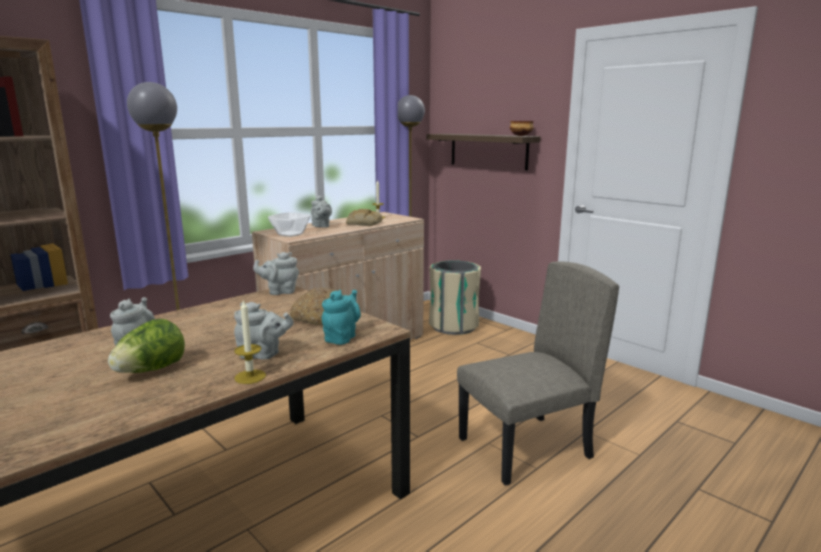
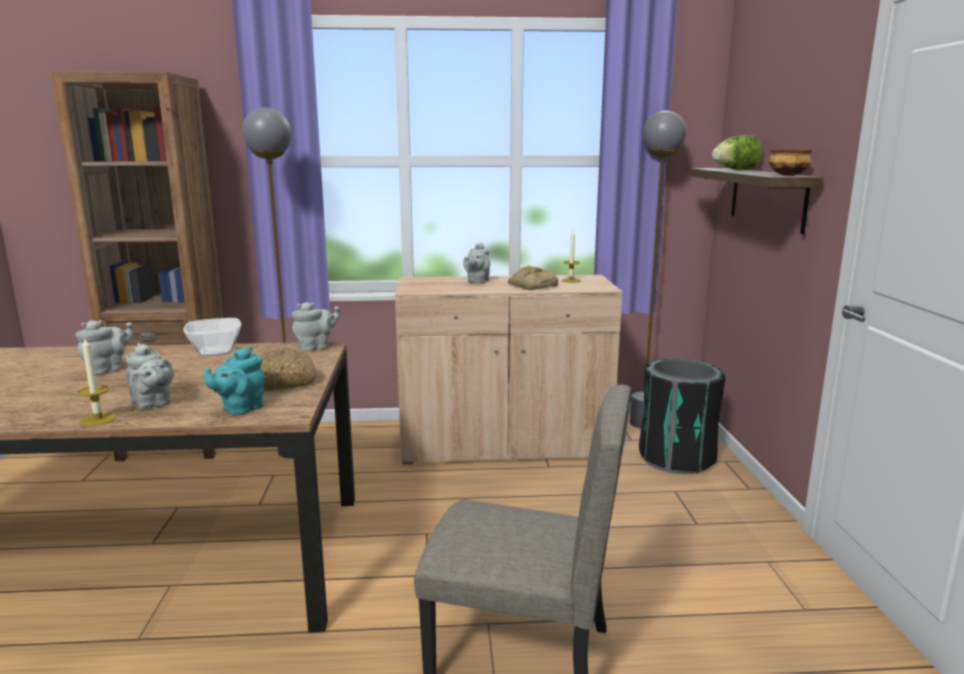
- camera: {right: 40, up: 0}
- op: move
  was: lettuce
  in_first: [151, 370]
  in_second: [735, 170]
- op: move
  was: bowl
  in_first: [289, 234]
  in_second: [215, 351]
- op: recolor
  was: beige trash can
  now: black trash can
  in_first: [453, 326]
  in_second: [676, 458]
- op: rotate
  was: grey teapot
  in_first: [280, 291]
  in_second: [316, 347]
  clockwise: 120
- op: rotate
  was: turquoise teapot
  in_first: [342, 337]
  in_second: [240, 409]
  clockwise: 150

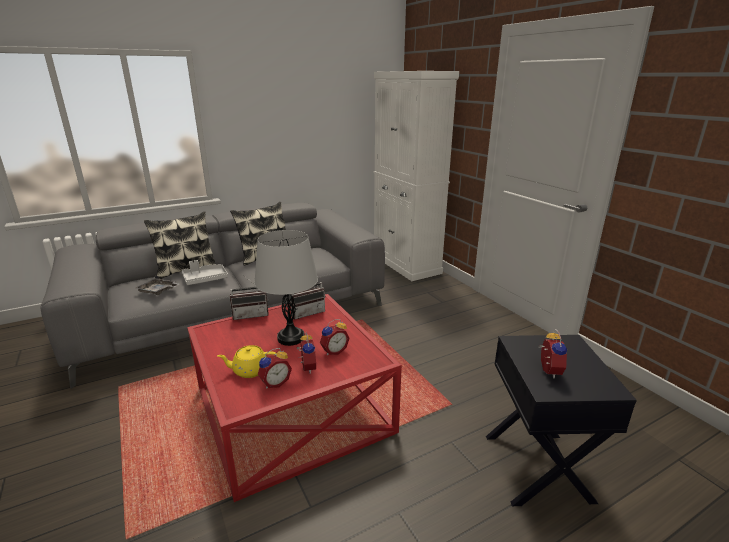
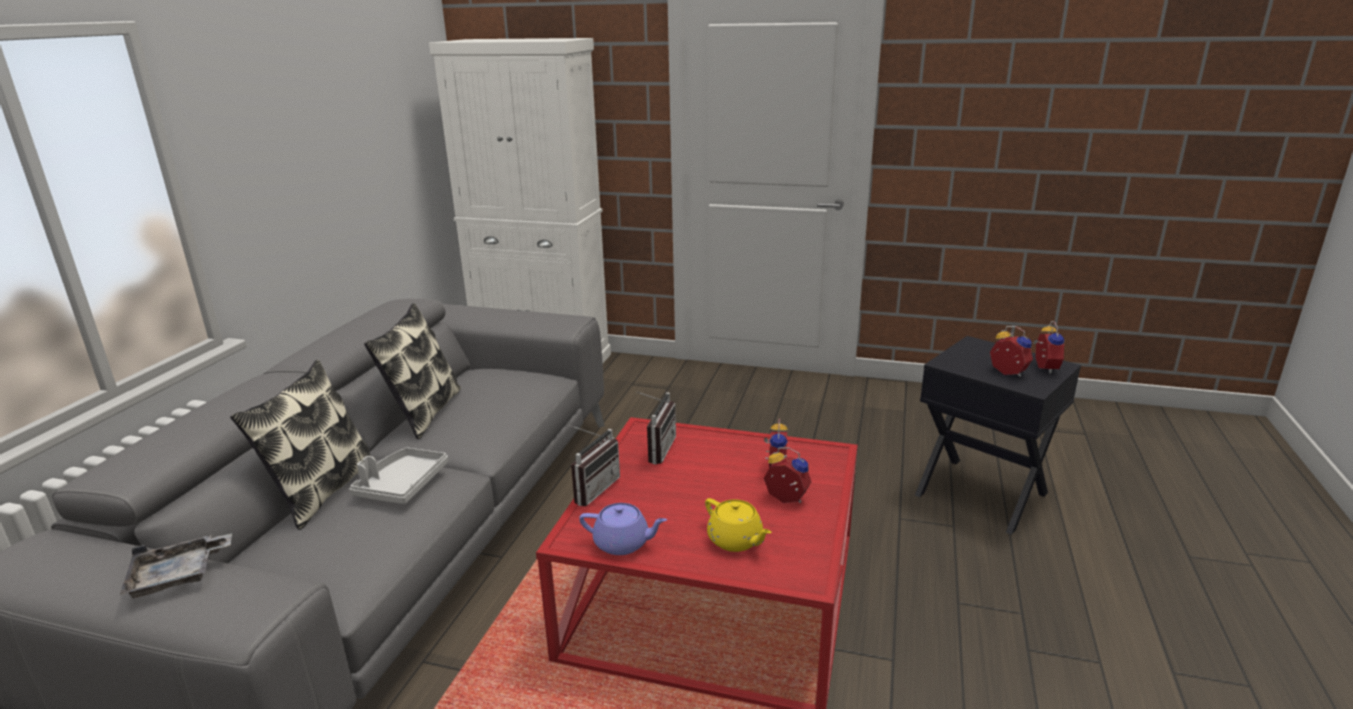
- camera: {right: -45, up: 0}
- op: delete
  was: grey table lamp
  in_first: [291, 338]
- op: insert
  now: purple teapot
  in_second: [623, 543]
- op: move
  was: grey tray
  in_first: [158, 291]
  in_second: [178, 576]
- op: move
  was: alarm clock
  in_first: [275, 383]
  in_second: [1043, 368]
- op: rotate
  was: yellow teapot
  in_first: [249, 370]
  in_second: [736, 540]
  clockwise: -75

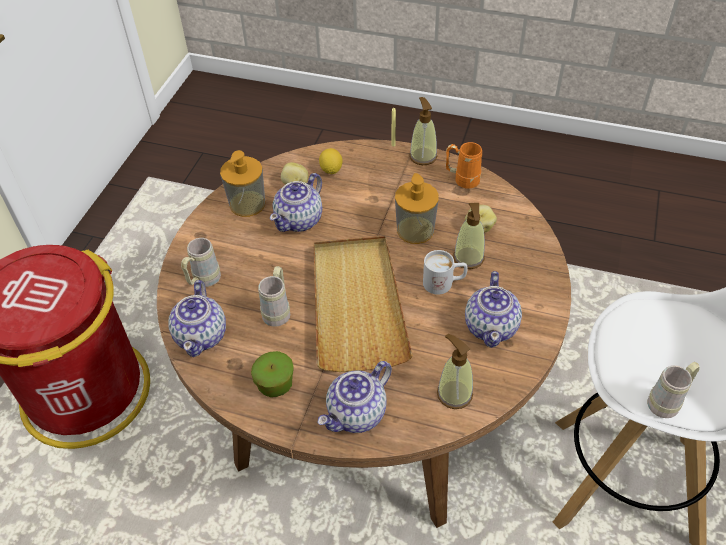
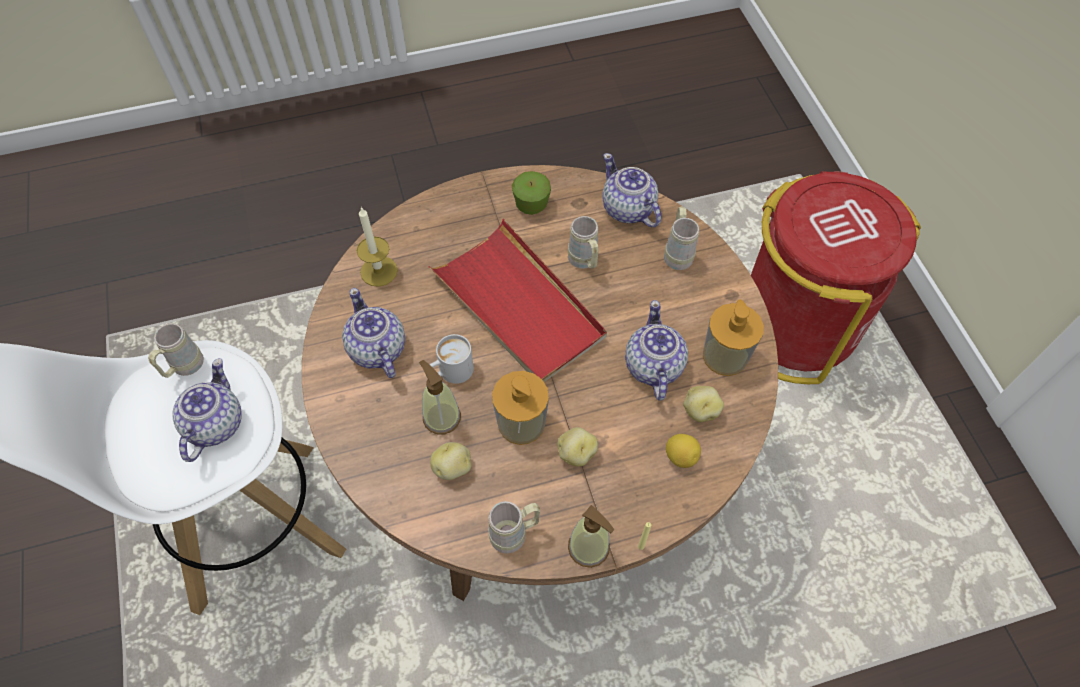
- camera: {right: 145, up: 10}
- op: insert
  now: potato
  in_second: [576, 453]
- op: move
  was: teapot
  in_first: [357, 414]
  in_second: [214, 423]
- op: replace
  was: soap dispenser
  now: candle
  in_first: [454, 394]
  in_second: [379, 271]
- op: recolor
  was: beige tray
  now: red tray
  in_first: [357, 304]
  in_second: [519, 305]
- op: recolor
  was: orange mug
  now: beige mug
  in_first: [462, 179]
  in_second: [515, 534]

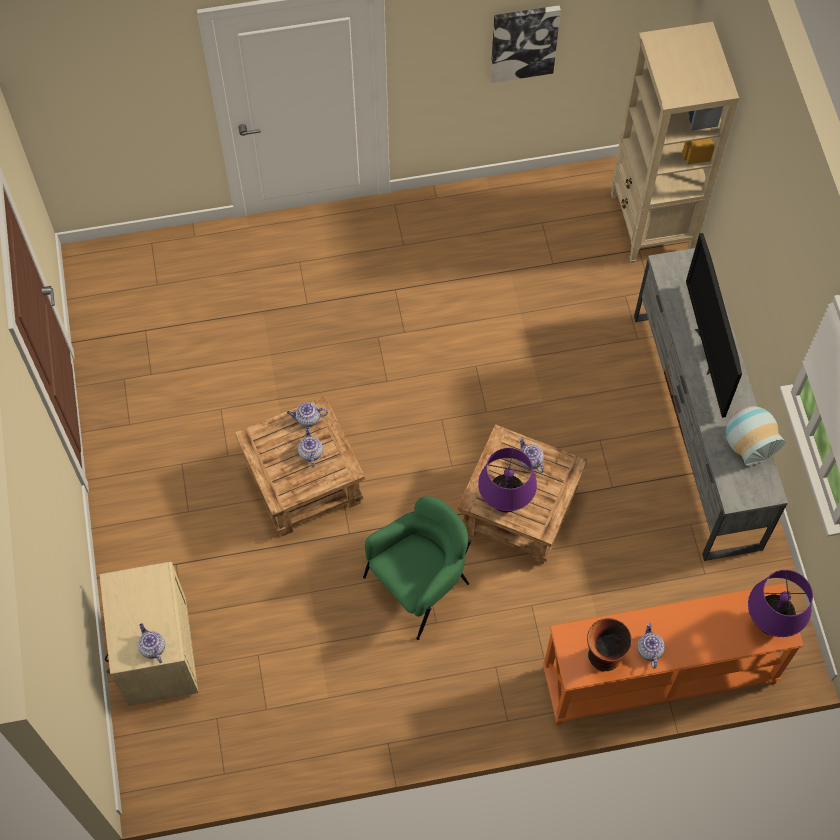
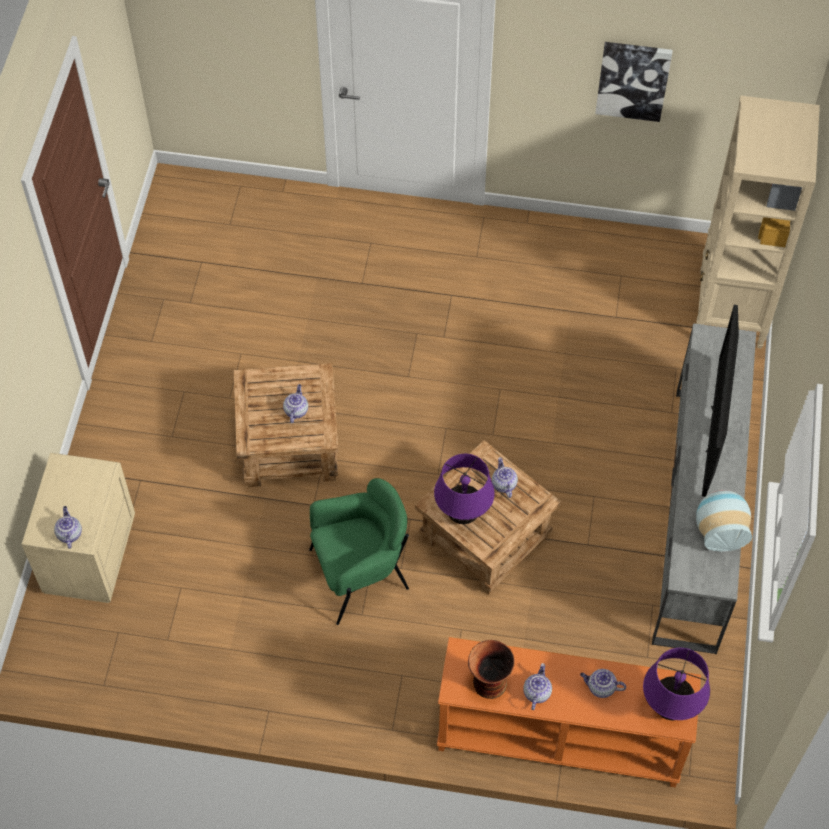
- camera: {right: 20, up: -5}
- op: move
  was: teapot
  in_first: [307, 419]
  in_second: [600, 687]

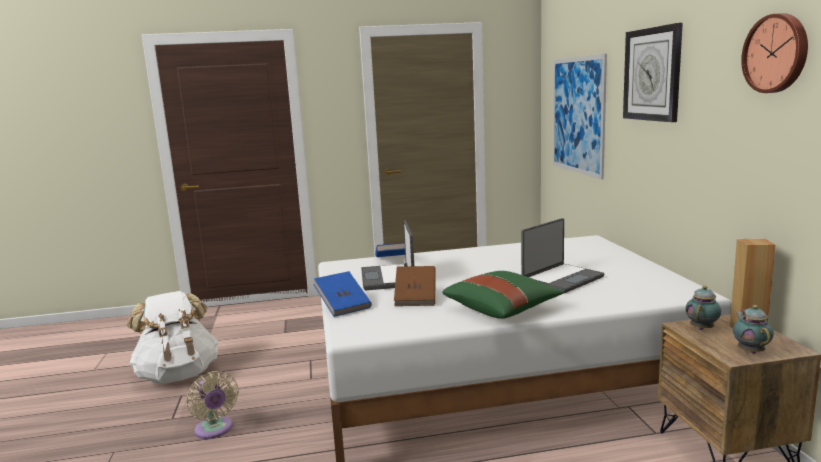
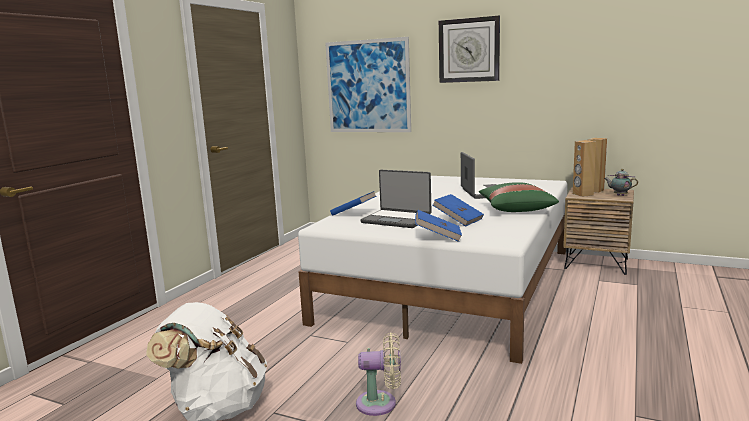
- camera: {right: -55, up: 0}
- op: delete
  was: wall clock
  in_first: [776, 53]
- op: replace
  was: teapot
  now: brown speaker
  in_first: [702, 328]
  in_second: [582, 194]
- op: recolor
  was: brown book
  now: blue book
  in_first: [416, 298]
  in_second: [458, 220]

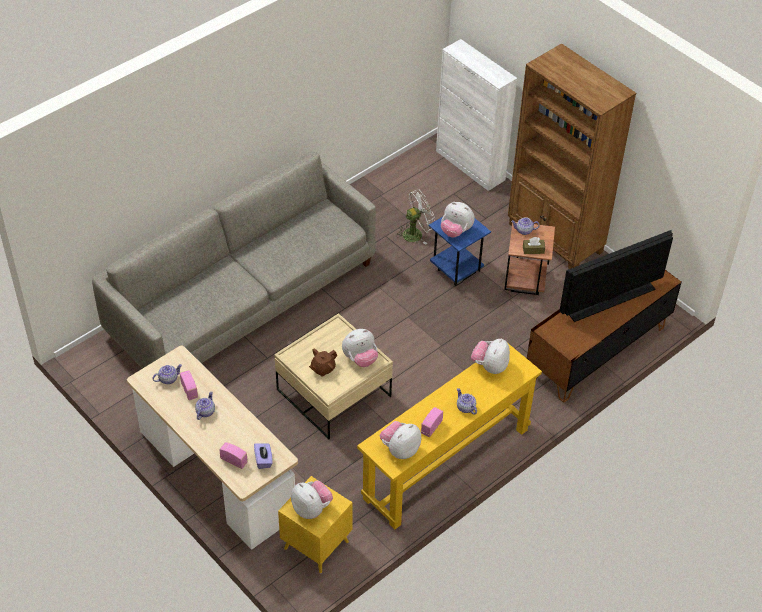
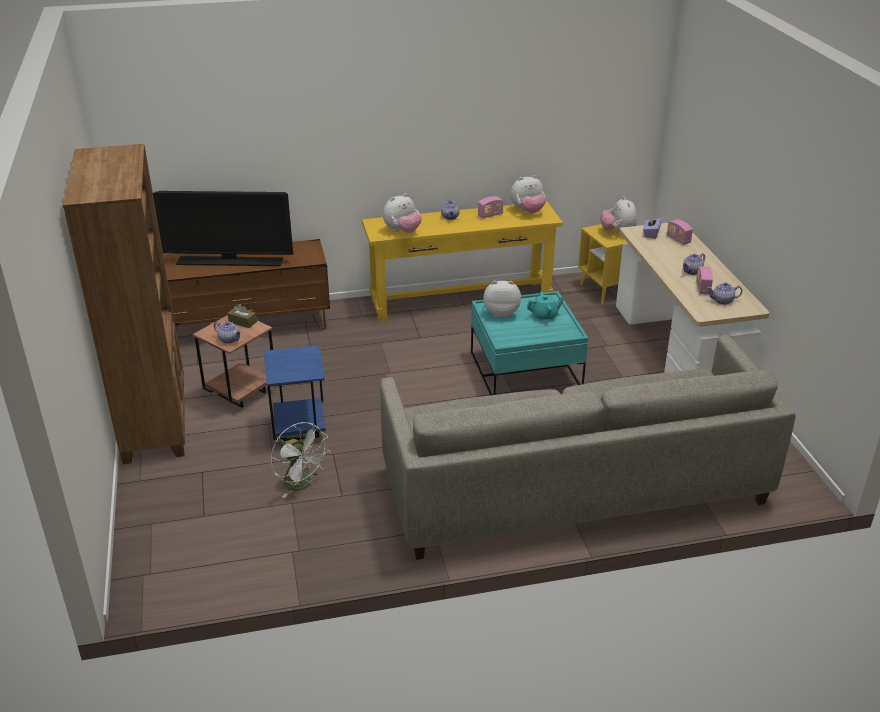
- camera: {right: -150, up: -15}
- op: delete
  was: white cabinet
  in_first: [470, 166]
- op: delete
  was: plush toy
  in_first: [456, 231]
- op: recolor
  was: beige coffee table
  now: turquoise coffee table
  in_first: [333, 393]
  in_second: [525, 371]
- op: recolor
  was: brown teapot
  now: turquoise teapot
  in_first: [323, 369]
  in_second: [544, 316]
- op: rotate
  was: white fan
  in_first: [416, 233]
  in_second: [302, 485]
  clockwise: -135

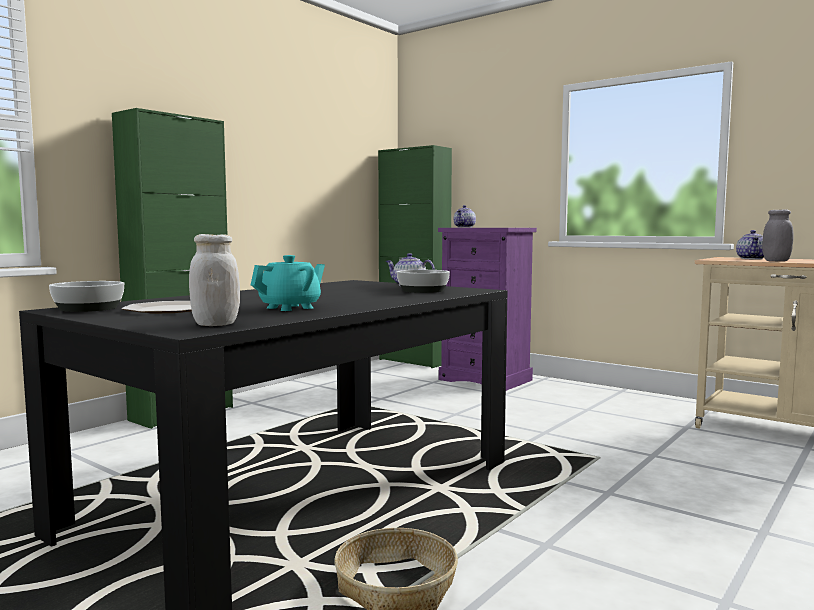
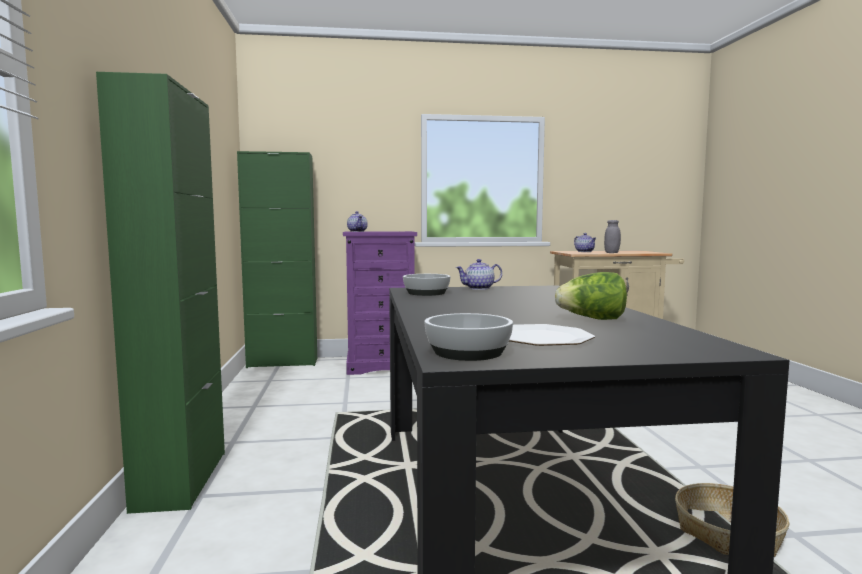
- camera: {right: -45, up: 0}
- op: delete
  was: white jar
  in_first: [216, 324]
- op: move
  was: bowl
  in_first: [423, 290]
  in_second: [426, 293]
- op: replace
  was: turquoise teapot
  now: lettuce
  in_first: [290, 308]
  in_second: [592, 319]

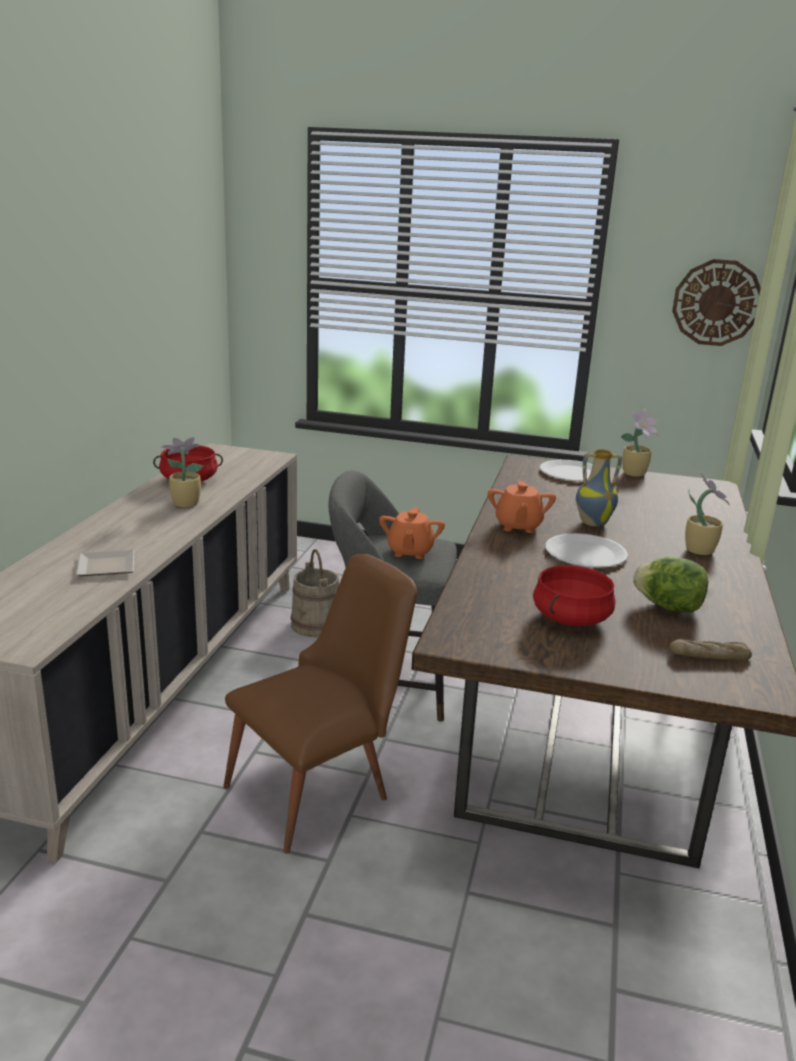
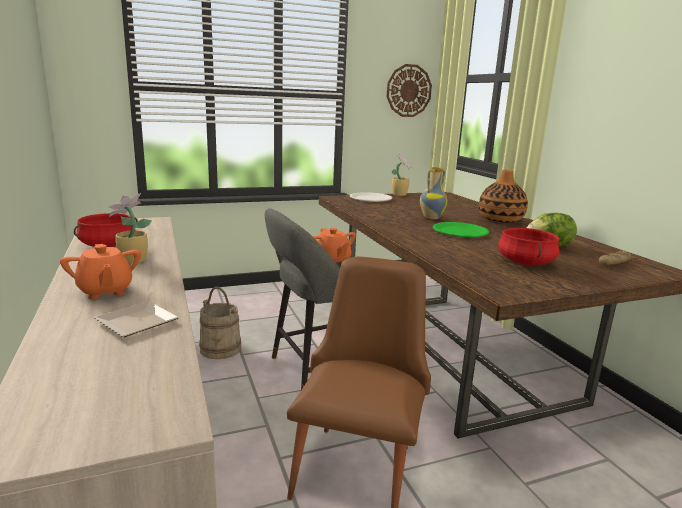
- camera: {right: -35, up: -5}
- op: move
  was: orange teapot
  in_first: [518, 526]
  in_second: [105, 291]
- op: replace
  was: potted plant
  now: vase
  in_first: [699, 550]
  in_second: [500, 220]
- op: recolor
  was: white plate
  now: green plate
  in_first: [585, 553]
  in_second: [460, 231]

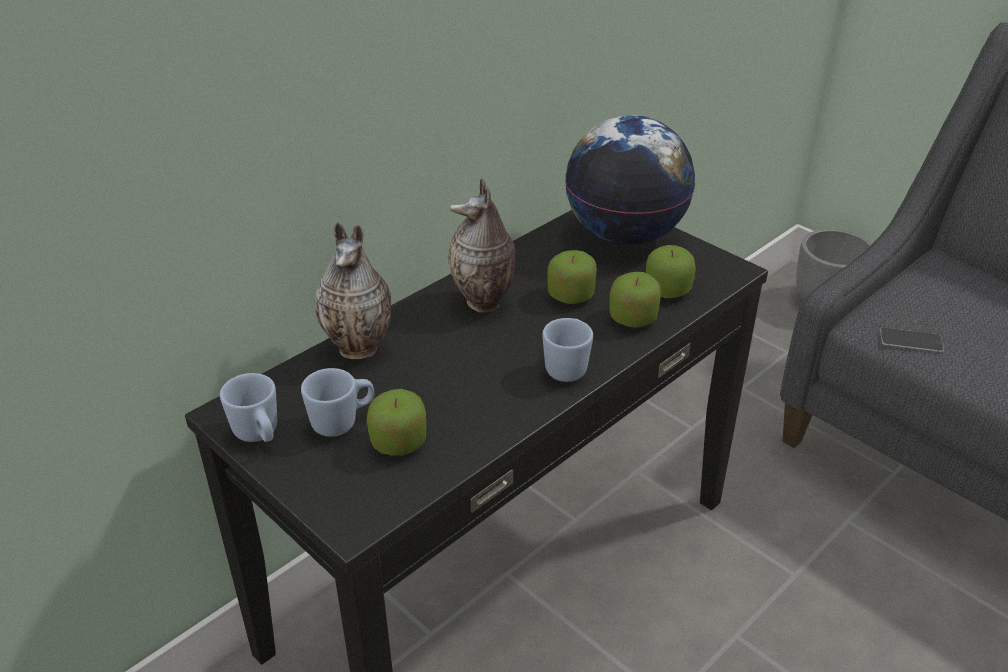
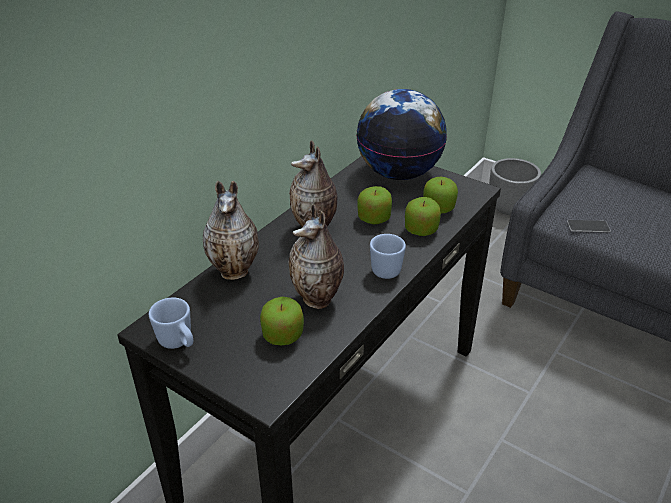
- camera: {right: -10, up: 0}
- op: delete
  was: blue mug
  in_first: [342, 422]
- op: insert
  now: vase
  in_second: [318, 300]

